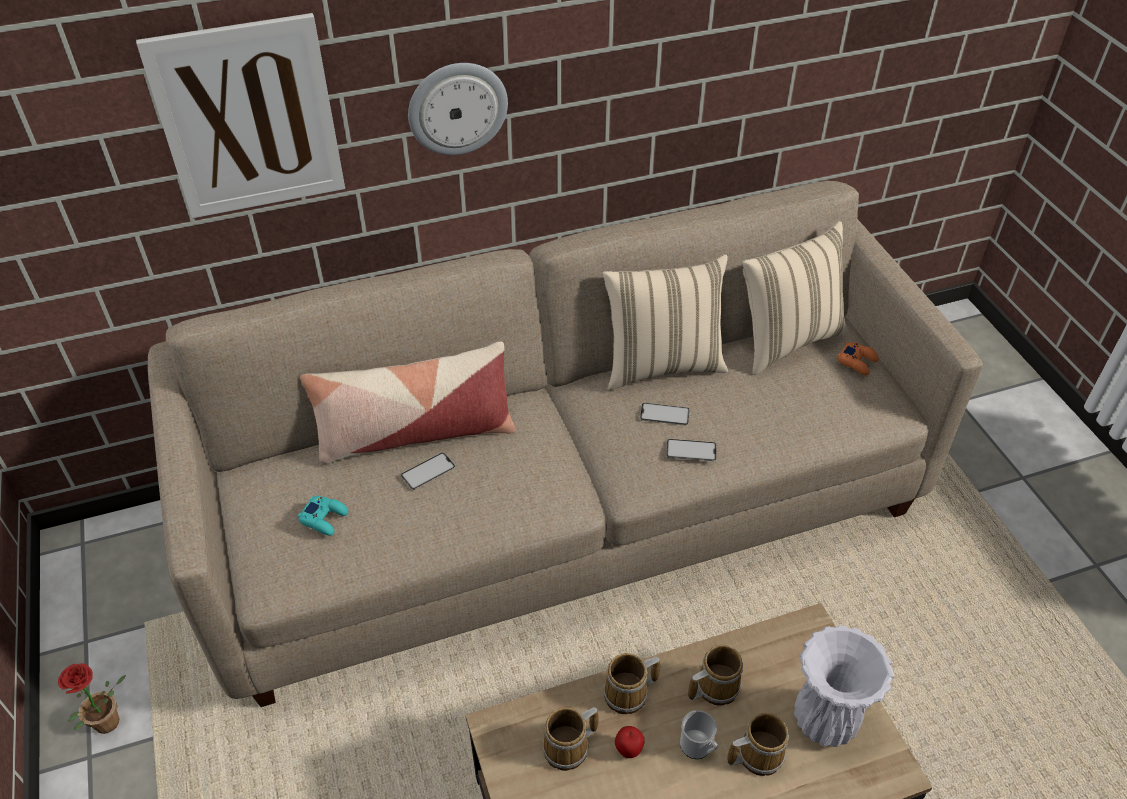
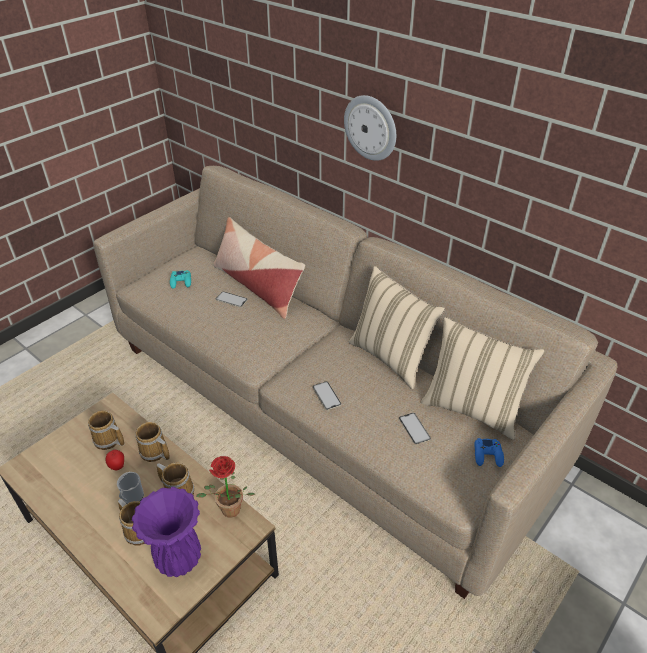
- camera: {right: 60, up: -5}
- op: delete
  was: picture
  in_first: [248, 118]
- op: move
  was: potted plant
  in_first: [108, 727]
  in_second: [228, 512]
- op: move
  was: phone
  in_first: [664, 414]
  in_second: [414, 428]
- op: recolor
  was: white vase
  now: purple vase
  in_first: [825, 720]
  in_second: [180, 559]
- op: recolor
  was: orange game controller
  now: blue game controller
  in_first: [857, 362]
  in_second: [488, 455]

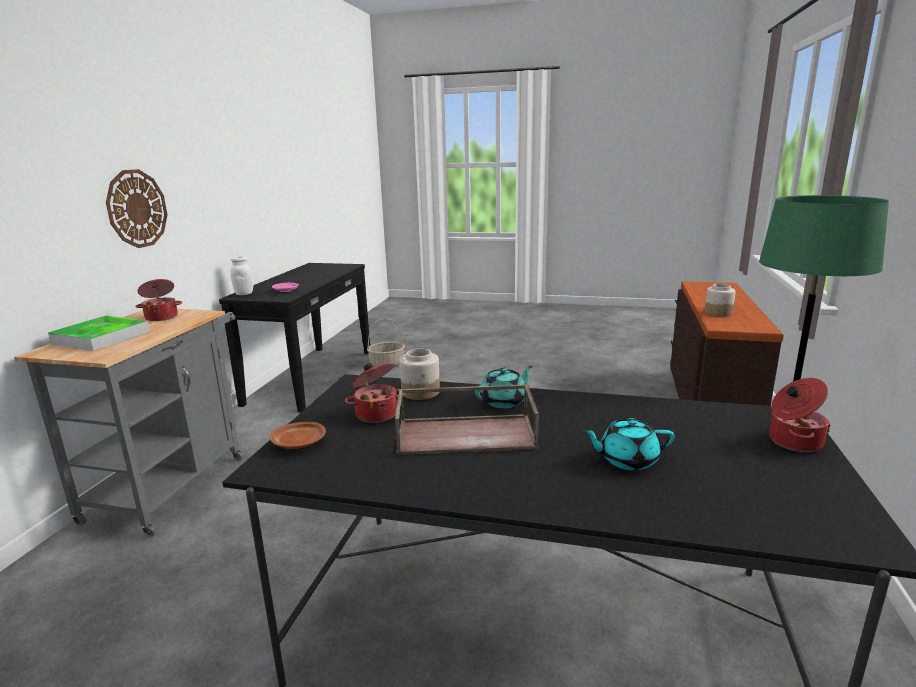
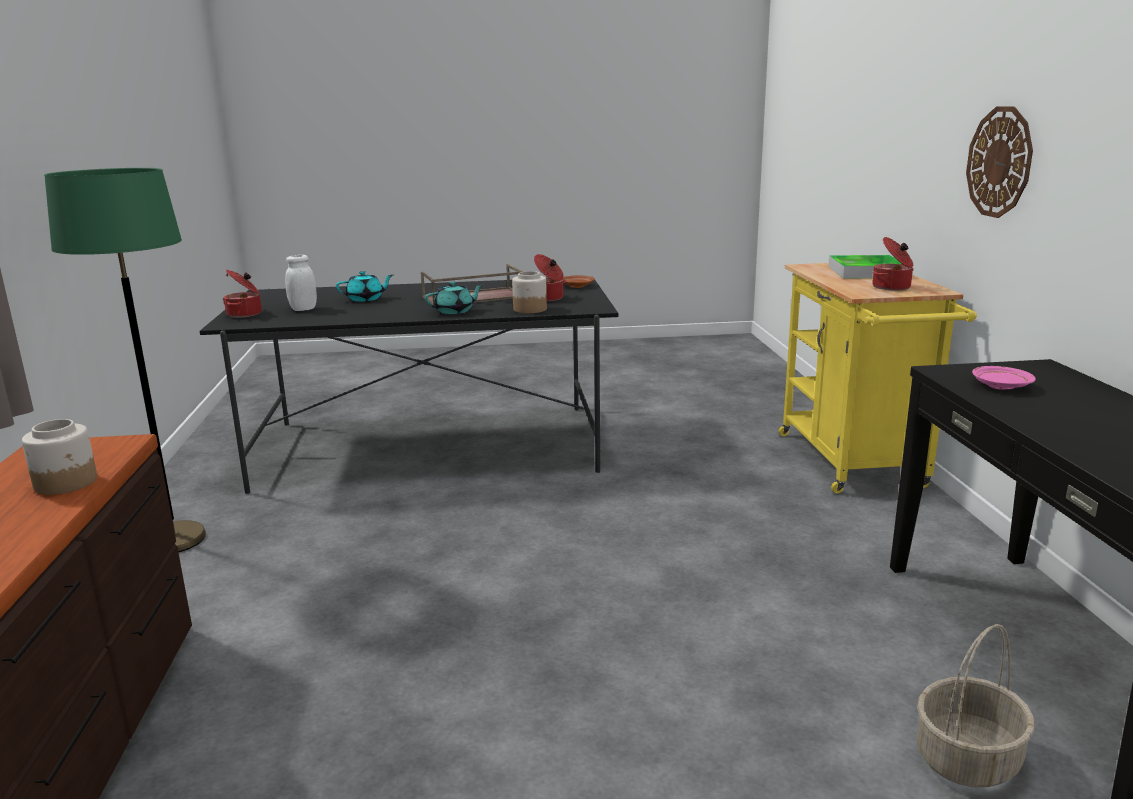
- camera: {right: 160, up: 0}
- op: move
  was: white jar
  in_first: [244, 294]
  in_second: [303, 309]
- op: recolor
  was: grey cart
  now: yellow cart
  in_first: [173, 483]
  in_second: [855, 464]
- op: rotate
  was: turquoise teapot
  in_first: [504, 401]
  in_second: [455, 311]
  clockwise: -150

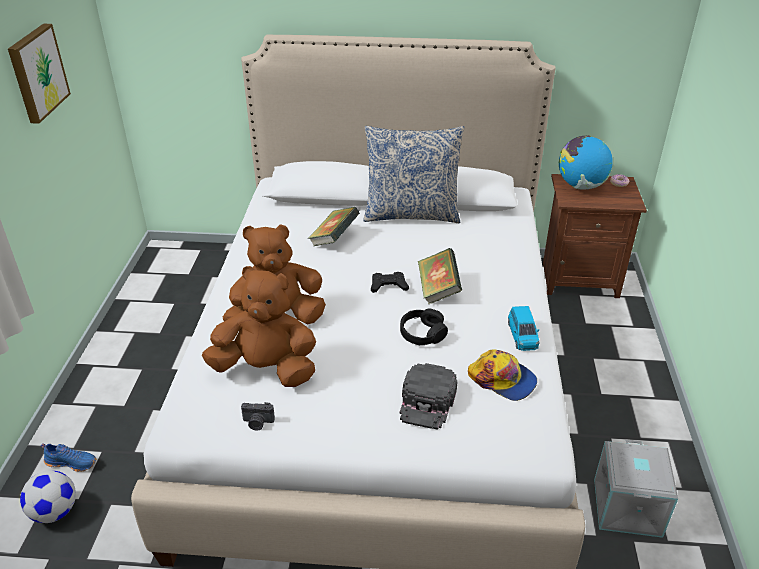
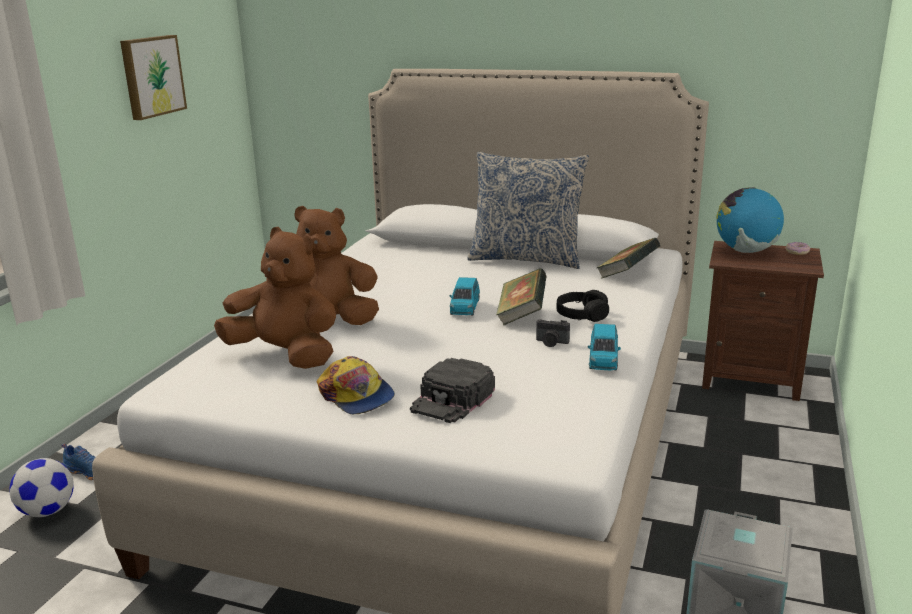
- camera: {right: 15, up: -15}
- op: move
  was: photo camera
  in_first: [258, 423]
  in_second: [551, 343]
- op: move
  was: book
  in_first: [334, 239]
  in_second: [627, 275]
- op: move
  was: black headphones
  in_first: [422, 333]
  in_second: [582, 314]
- op: move
  was: cap
  in_first: [503, 379]
  in_second: [356, 396]
- op: replace
  was: black game controller
  now: blue toy car
  in_first: [388, 286]
  in_second: [465, 307]

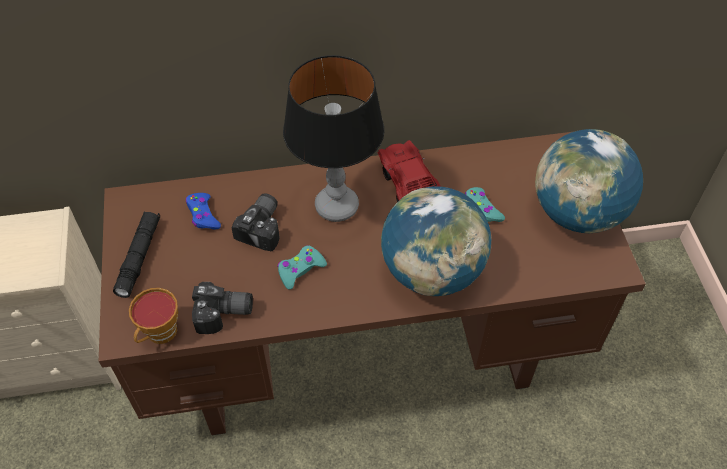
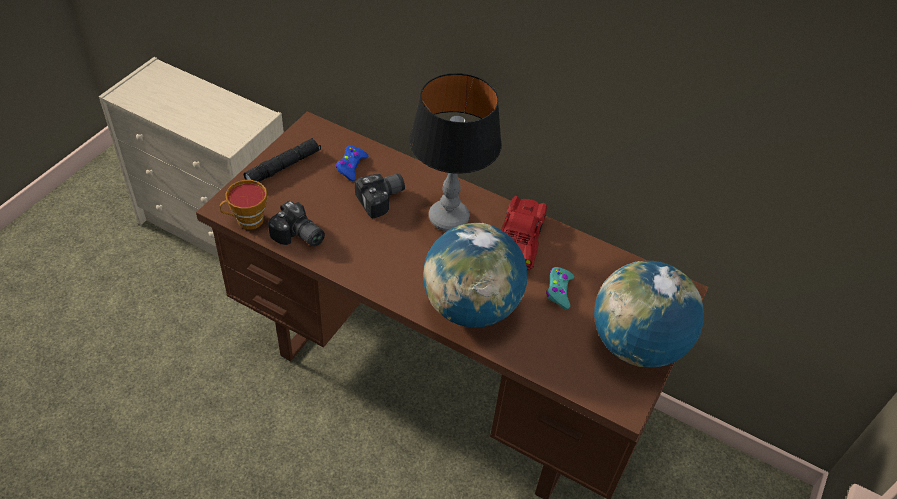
- camera: {right: 35, up: -5}
- op: delete
  was: turquoise game controller
  in_first: [300, 270]

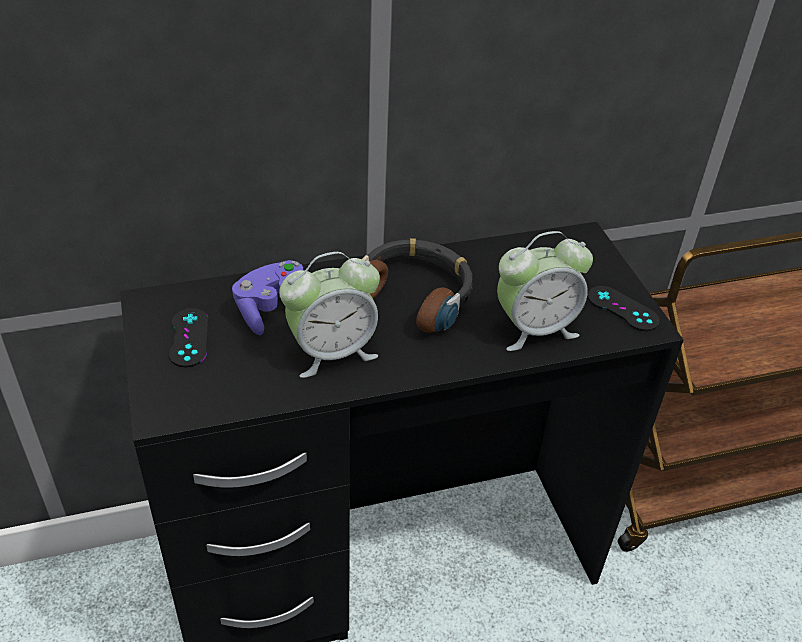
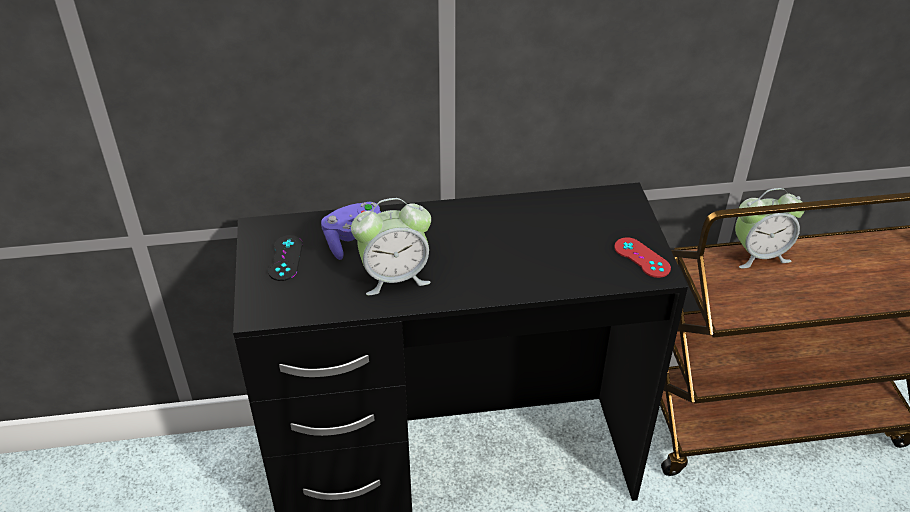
- camera: {right: 10, up: 0}
- op: delete
  was: headphones
  in_first: [414, 293]
- op: move
  was: alarm clock
  in_first: [534, 329]
  in_second: [759, 254]
- op: recolor
  was: black game controller
  now: red game controller
  in_first: [622, 309]
  in_second: [642, 258]

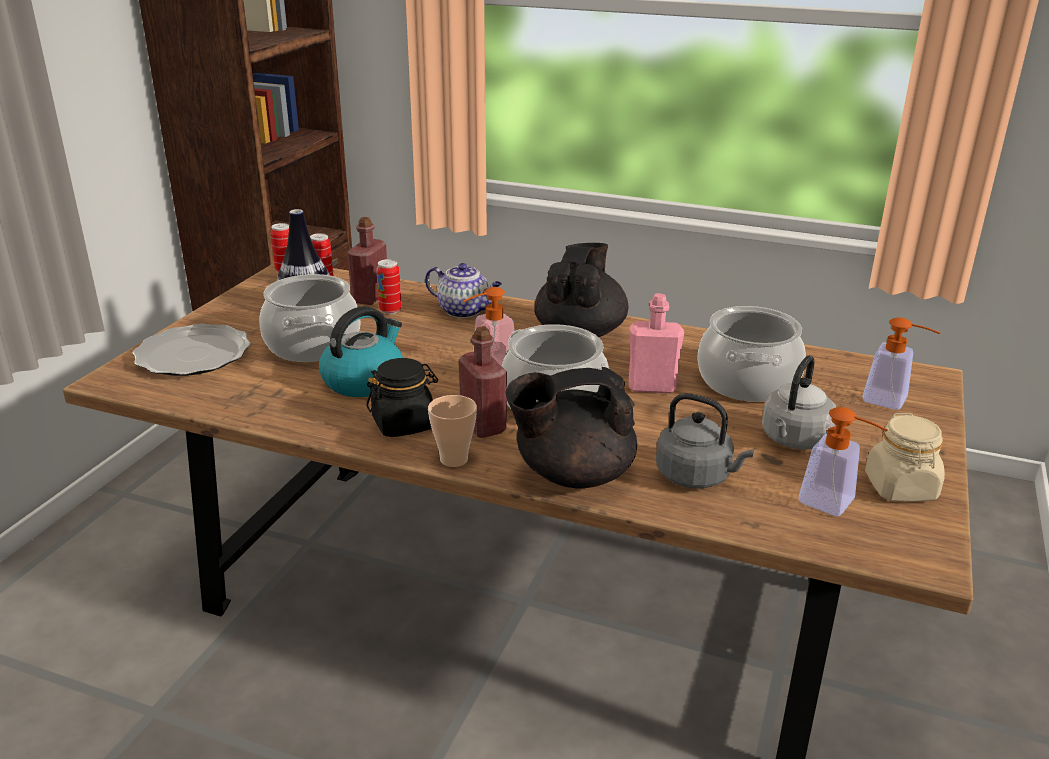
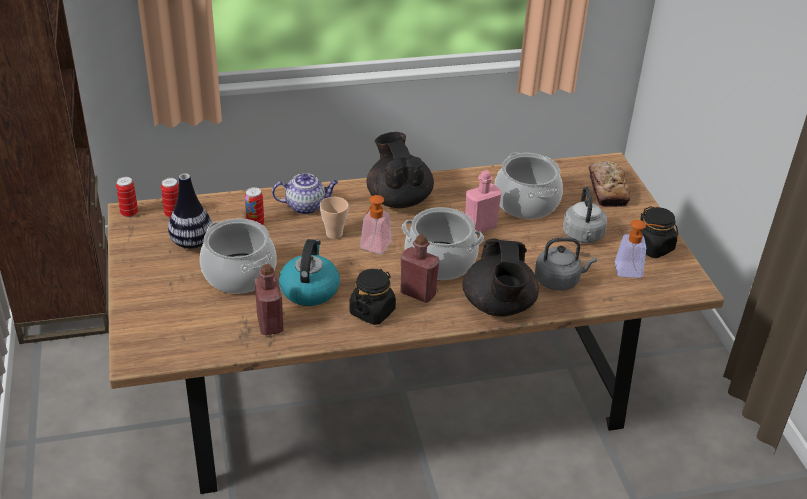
- camera: {right: -35, up: 10}
- op: delete
  was: plate
  in_first: [192, 355]
- op: move
  was: red bottle
  in_first: [370, 297]
  in_second: [270, 324]
- op: move
  was: cup
  in_first: [454, 459]
  in_second: [334, 234]
- op: replace
  was: soap dispenser
  now: bread
  in_first: [893, 402]
  in_second: [607, 189]
- op: recolor
  was: beige jar
  now: black jar
  in_first: [900, 488]
  in_second: [653, 247]
- op: rotate
  was: black teapot
  in_first: [572, 474]
  in_second: [498, 306]
  clockwise: -45

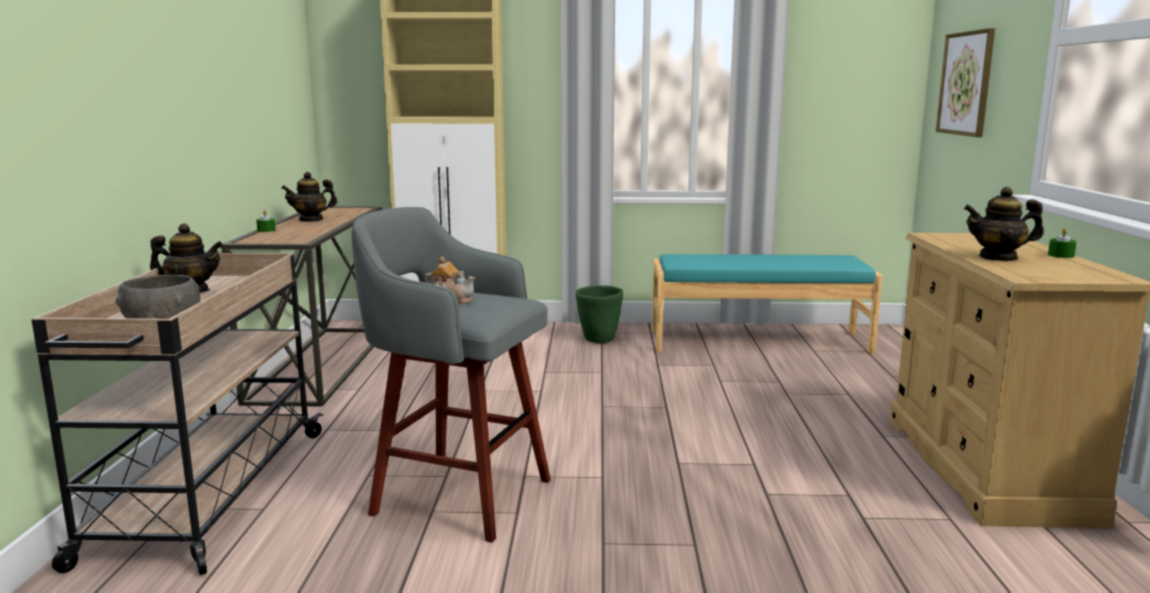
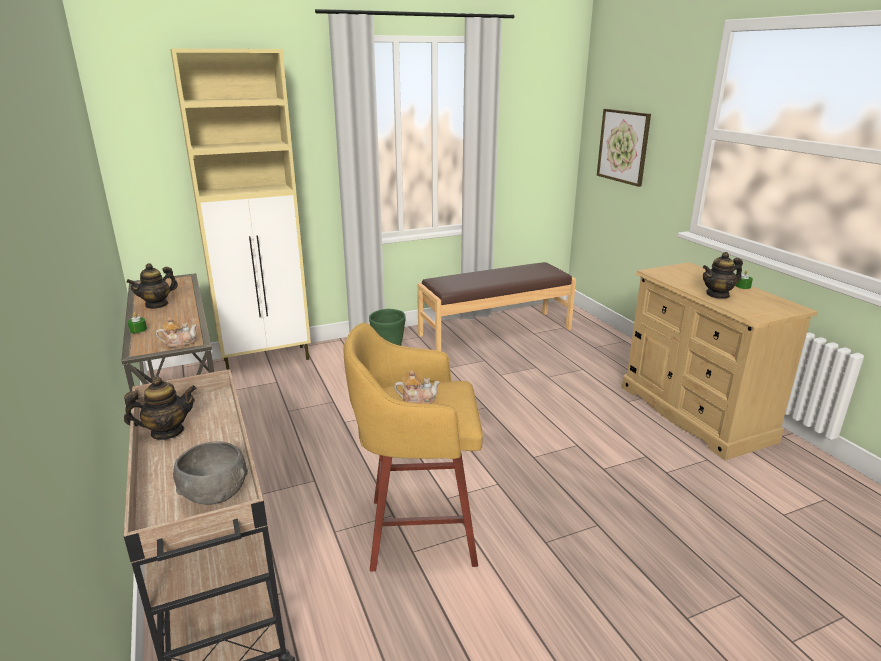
- camera: {right: -25, up: 10}
- op: insert
  now: teapot
  in_second: [179, 342]
- op: recolor
  was: grey stool
  now: yellow stool
  in_first: [457, 495]
  in_second: [417, 531]
- op: recolor
  was: turquoise bench
  now: brown bench
  in_first: [758, 341]
  in_second: [495, 332]

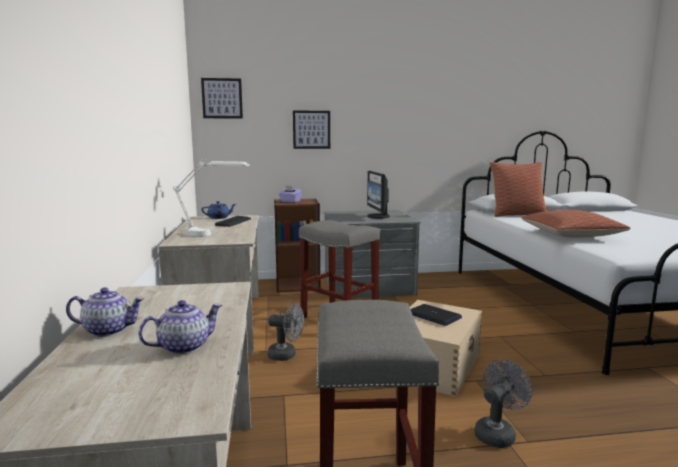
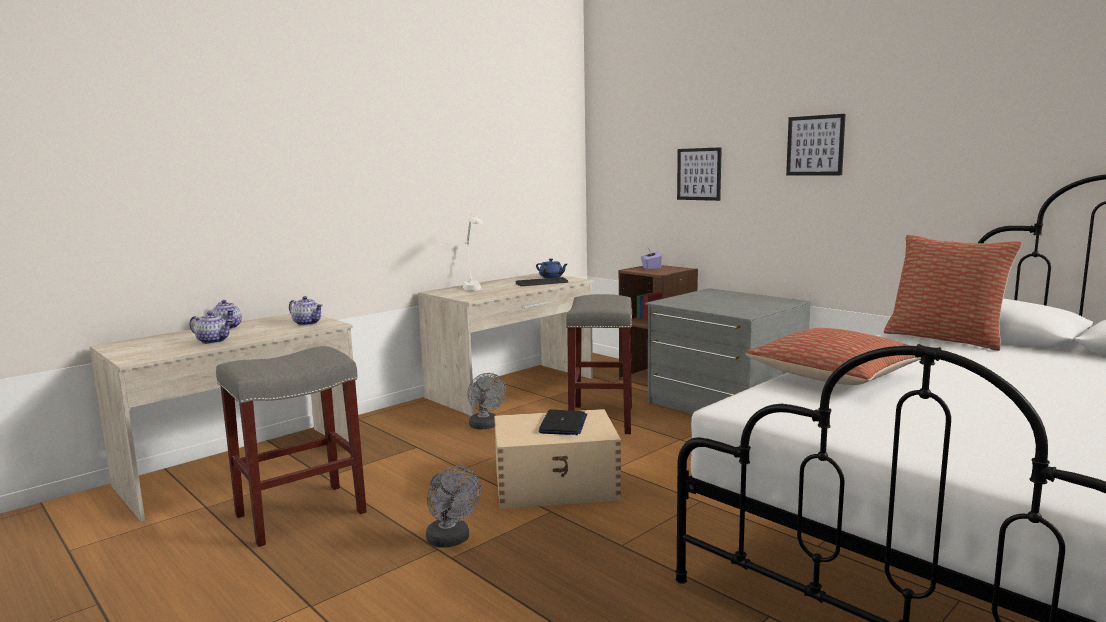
- camera: {right: 55, up: 0}
- op: delete
  was: monitor
  in_first: [377, 216]
- op: insert
  now: teapot
  in_second: [307, 323]
- op: move
  was: picture
  in_first: [222, 98]
  in_second: [815, 145]
- op: rotate
  was: grey fan
  in_first: [497, 433]
  in_second: [451, 541]
  clockwise: 45

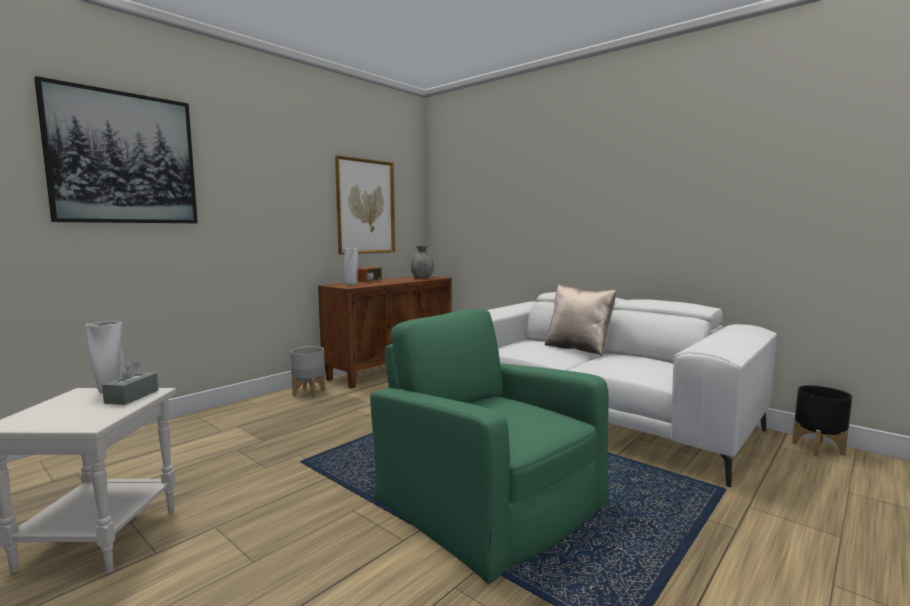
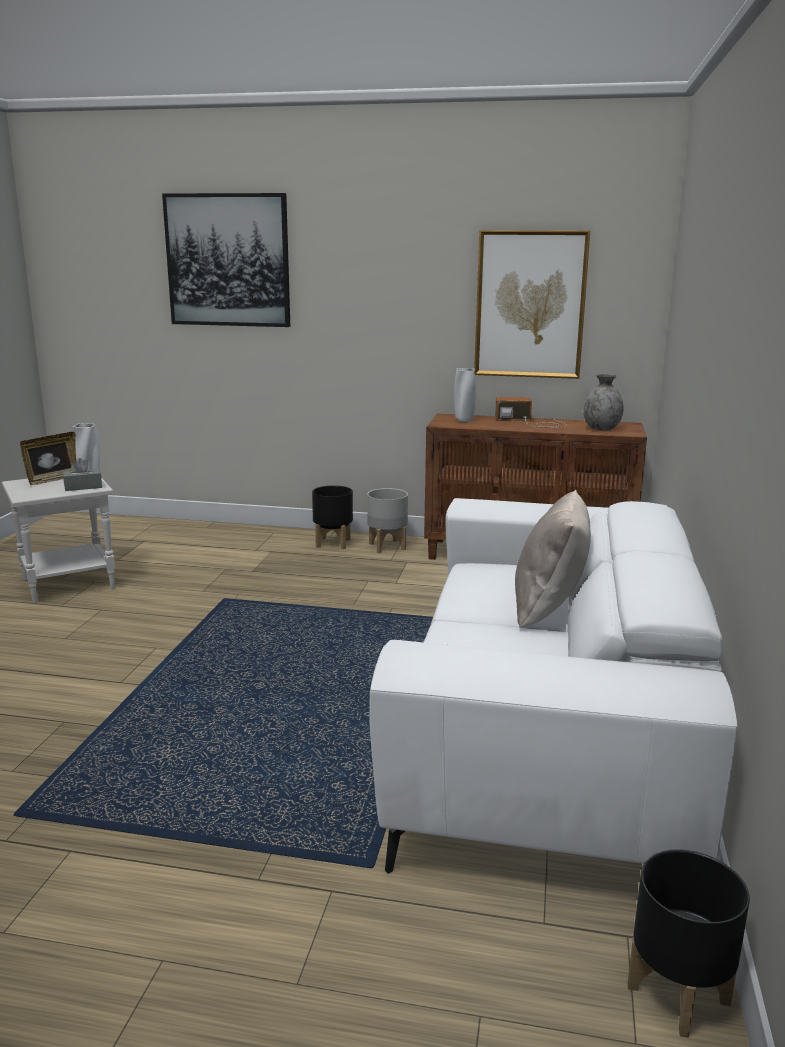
- camera: {right: 60, up: 10}
- op: delete
  was: green armchair
  in_first: [487, 500]
- op: insert
  now: picture frame
  in_second: [54, 479]
- op: insert
  now: black planter
  in_second: [333, 543]

